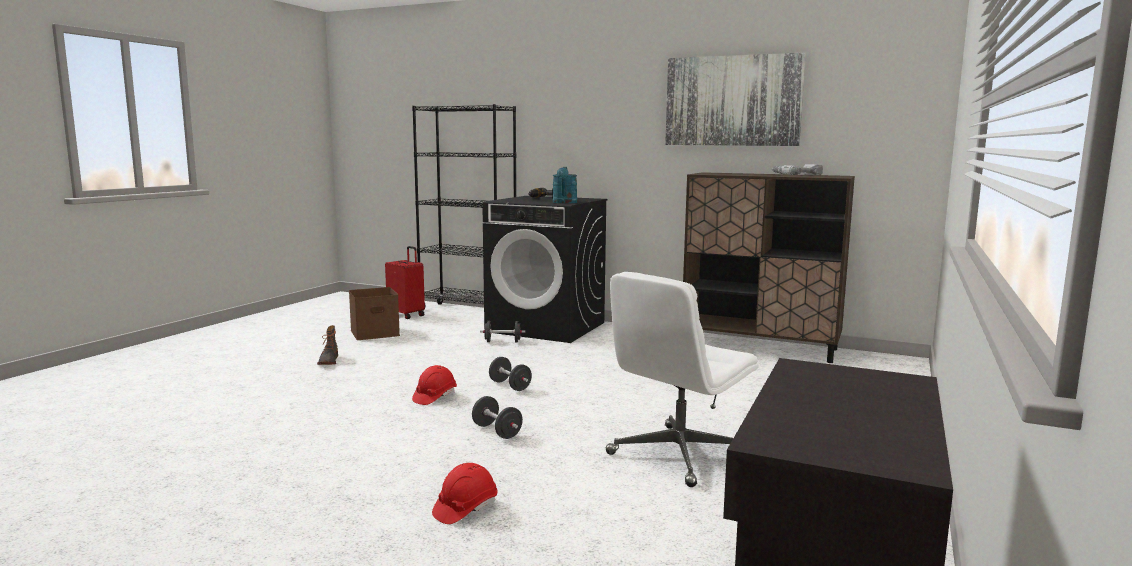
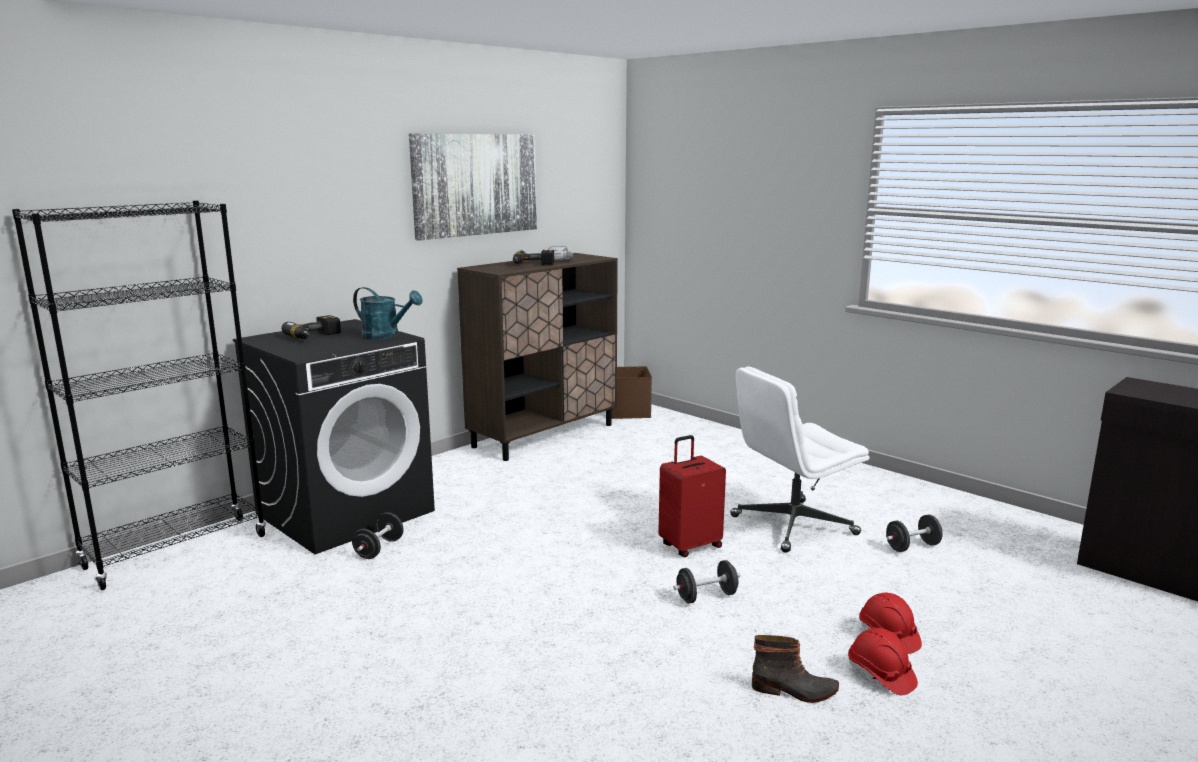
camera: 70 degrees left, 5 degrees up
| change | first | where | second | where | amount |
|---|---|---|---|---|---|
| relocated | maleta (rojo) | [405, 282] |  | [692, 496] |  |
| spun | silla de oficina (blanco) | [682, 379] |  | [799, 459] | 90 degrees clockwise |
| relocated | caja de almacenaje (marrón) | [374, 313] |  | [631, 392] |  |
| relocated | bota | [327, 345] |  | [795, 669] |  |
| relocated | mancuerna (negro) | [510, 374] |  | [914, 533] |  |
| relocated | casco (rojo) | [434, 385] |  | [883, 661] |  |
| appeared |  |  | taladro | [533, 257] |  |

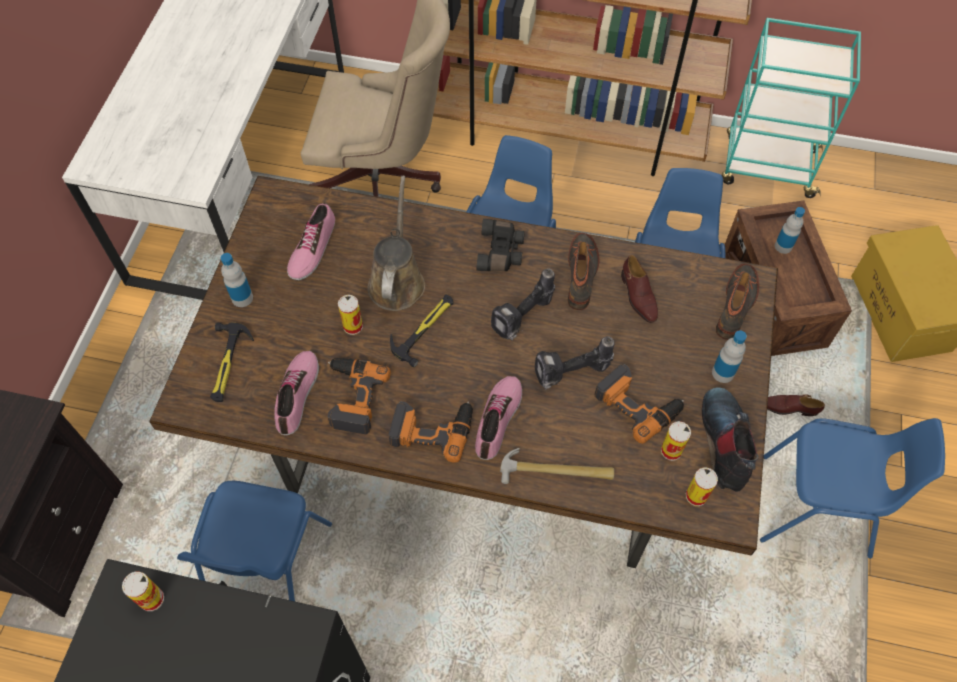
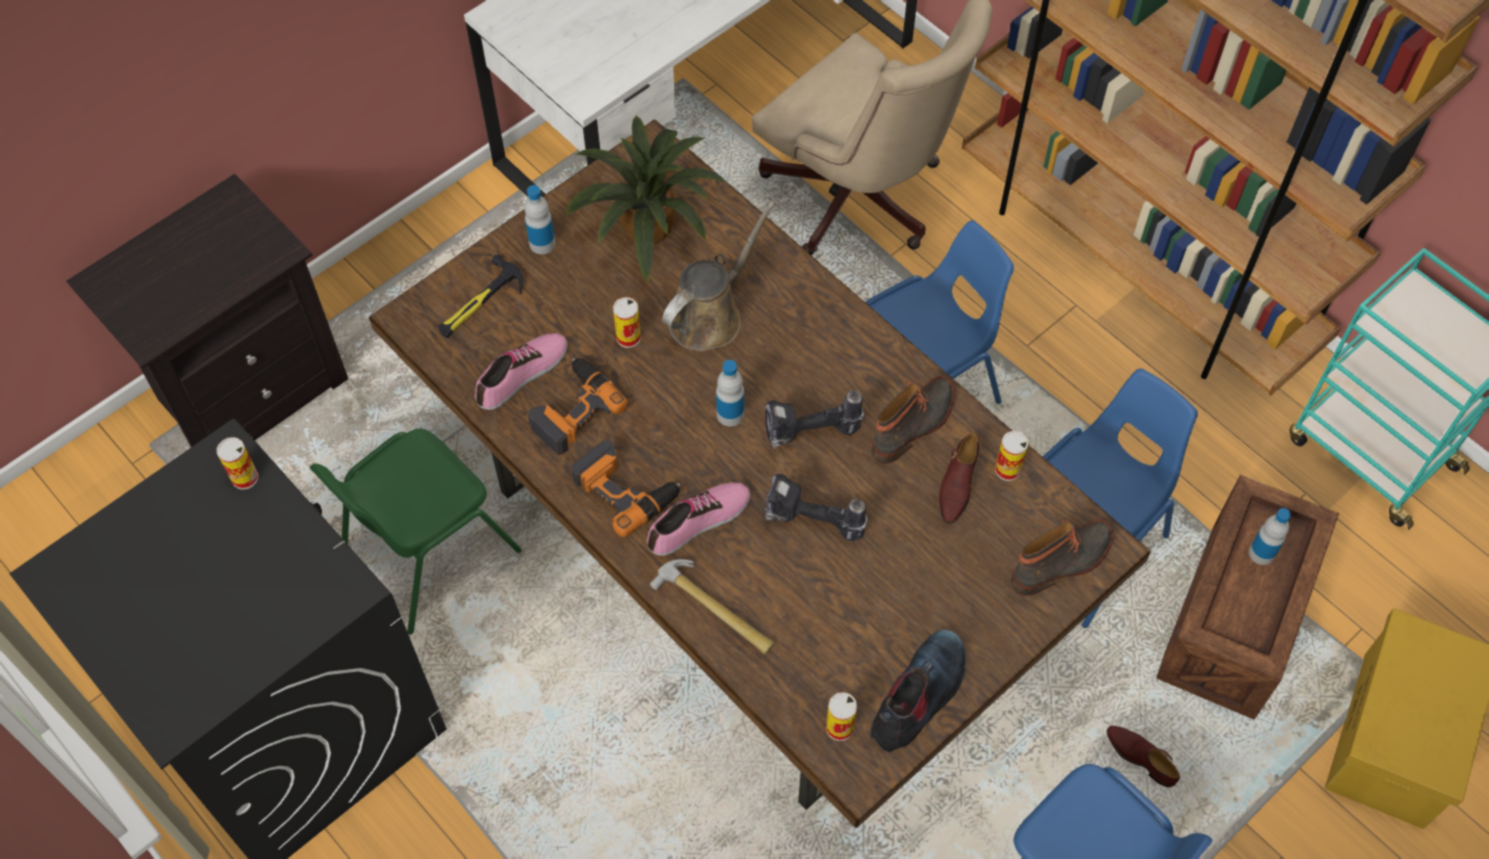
camera: 35 degrees right, 0 degrees up
| change | first | where | second | where | amount |
|---|---|---|---|---|---|
| exchanged | zapato | [311, 241] | planta en maceta | [646, 199] |  |
| missing | prismáticos (negro) | [501, 245] |  |  |  |
| missing | martillo | [422, 330] |  |  |  |
| relocated | botella | [729, 356] |  | [730, 393] |  |
| missing | taladro | [639, 404] |  |  |  |
| relocated | lata | [676, 441] |  | [1011, 456] |  |
| colour | silla (azul) | [254, 541] | silla (verde) | [416, 531] |  |

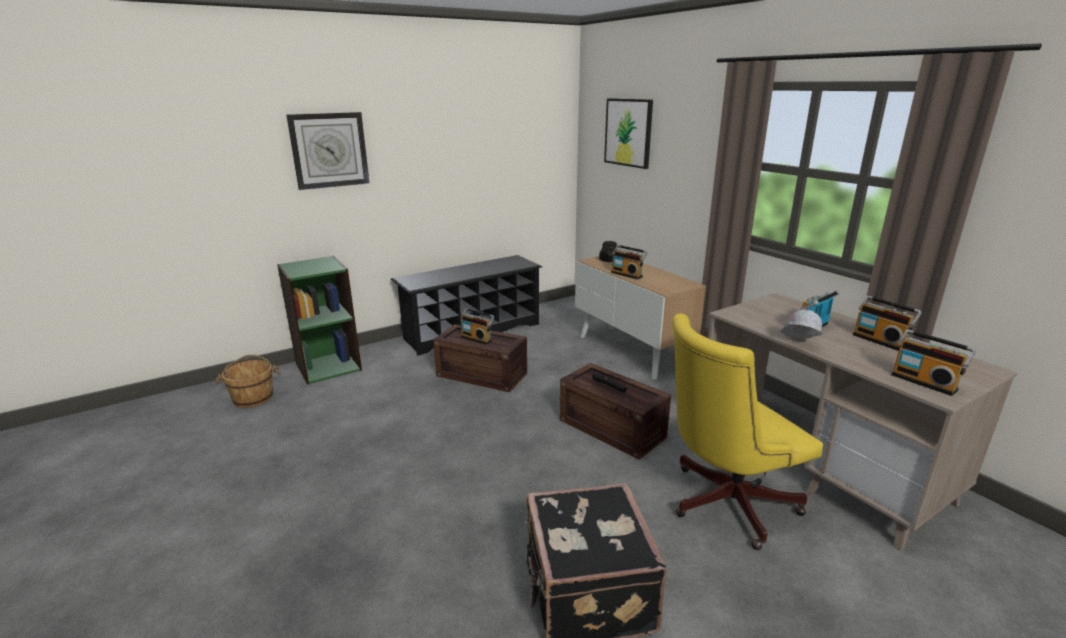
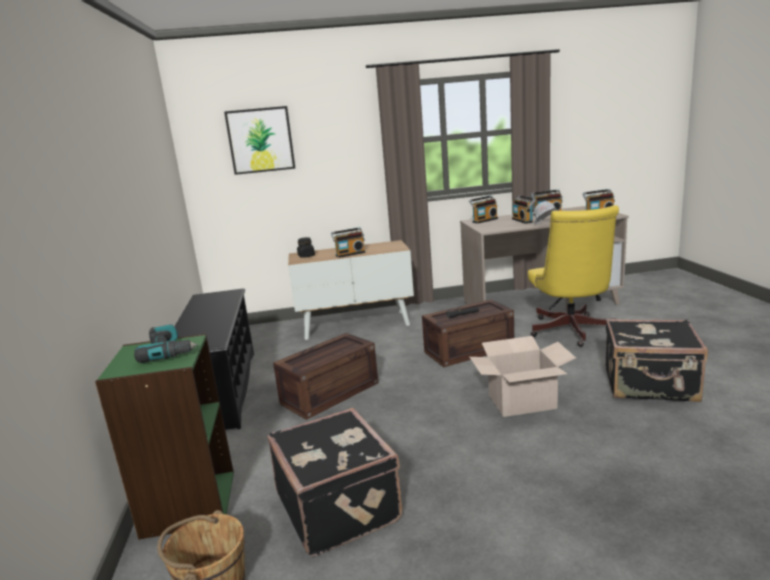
camera: 65 degrees left, 5 degrees down
| change | first | where | second | where | amount |
|---|---|---|---|---|---|
| missing | reloj de pared | [328, 151] |  |  |  |
| relocated | radio | [477, 326] |  | [483, 209] |  |
| appeared |  |  | taladro | [166, 344] |  |
| appeared |  |  | caja de cartón | [522, 376] |  |
| appeared |  |  | maleta (negro) | [335, 482] |  |

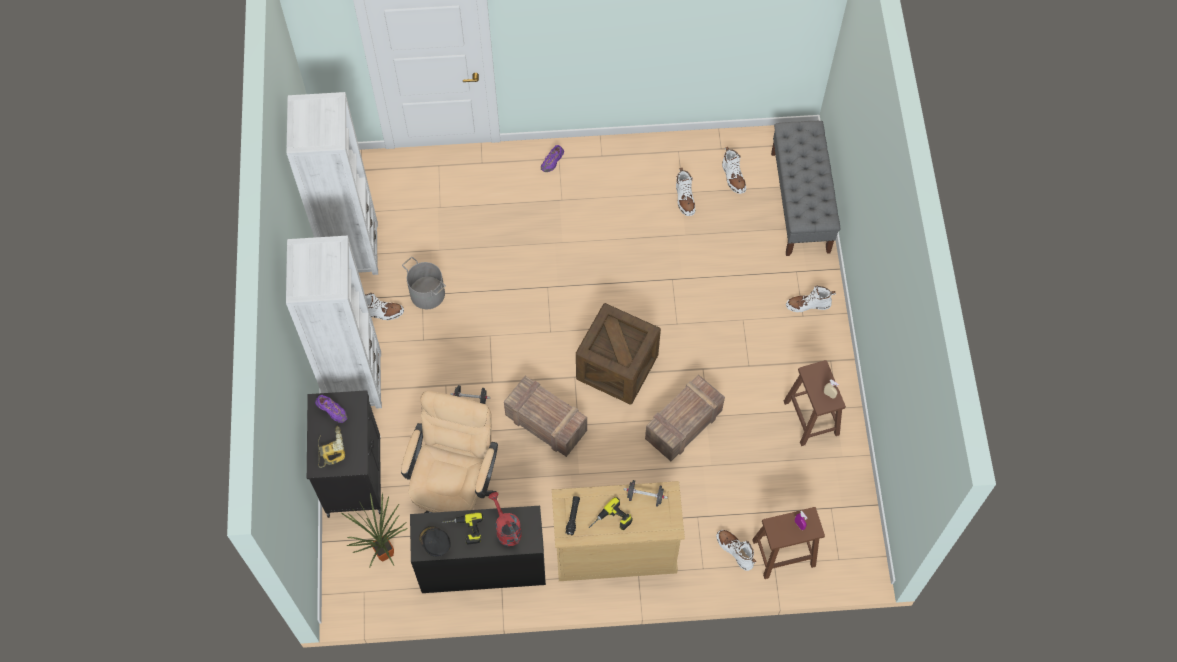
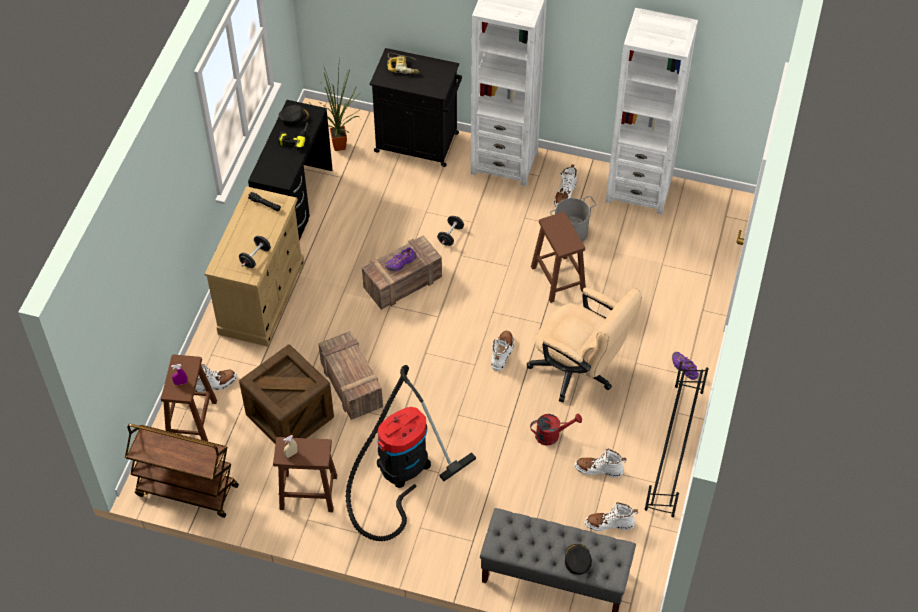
camera: 110 degrees right, 10 degrees down
| change | first | where | second | where | amount |
|---|---|---|---|---|---|
| relocated | bota (blanco) | [811, 298] |  | [502, 350] |  |
| relocated | caja de embalaje | [618, 354] |  | [286, 394] |  |
| relocated | silla de oficina (beis) | [449, 451] |  | [584, 345] |  |
| relocated | zapato (morado) | [331, 409] |  | [401, 259] |  |
| relocated | regadera (rojo) | [505, 519] |  | [556, 429] |  |
| missing | taladro | [611, 513] |  |  |  |
| appeared |  |  | taburete (marrón) | [558, 257] |  |
| appeared |  |  | zapatero (negro) | [677, 439] |  |
| appeared |  |  | aspiradora | [411, 453] |  |
| appeared |  |  | carrito (marrón) | [182, 471] |  |
| appeared |  |  | gorra (negro) | [578, 559] |  |

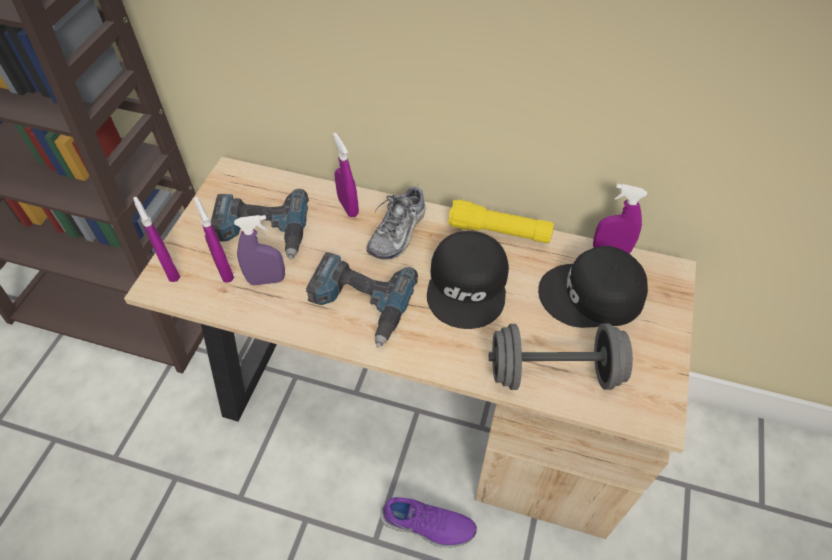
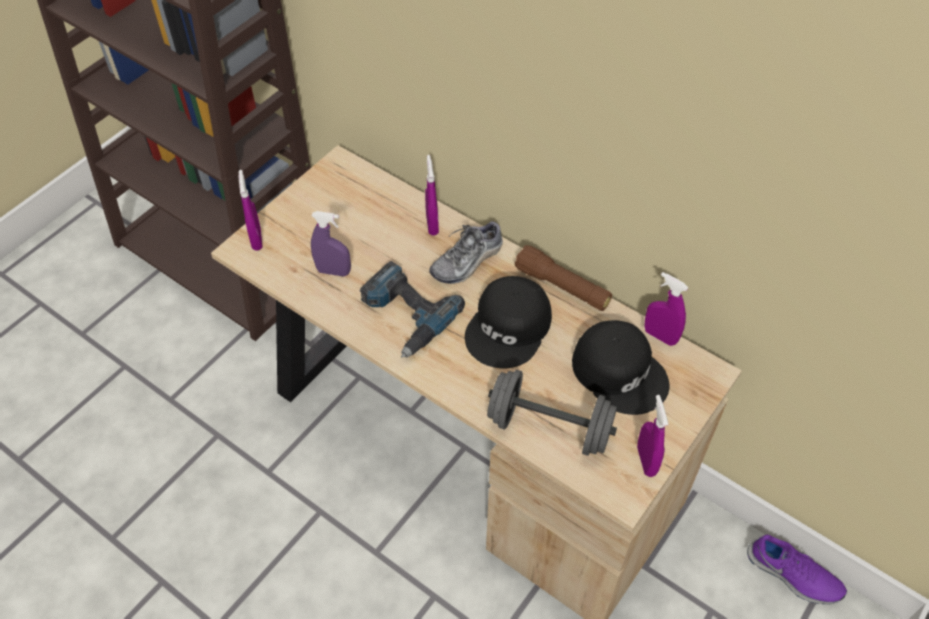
camera: 20 degrees right, 0 degrees up
| change | first | where | second | where | amount |
|---|---|---|---|---|---|
| missing | taladro | [260, 224] |  |  |  |
| relocated | pulverizador (morado) | [214, 240] |  | [652, 436] |  |
| colour | linterna (amarillo) | [501, 221] | linterna (marrón) | [563, 278] |  |
| spun | gorra (negro) | [593, 287] |  | [620, 367] | 150 degrees counterclockwise |
| relocated | zapato (morado) | [428, 522] |  | [797, 569] |  |

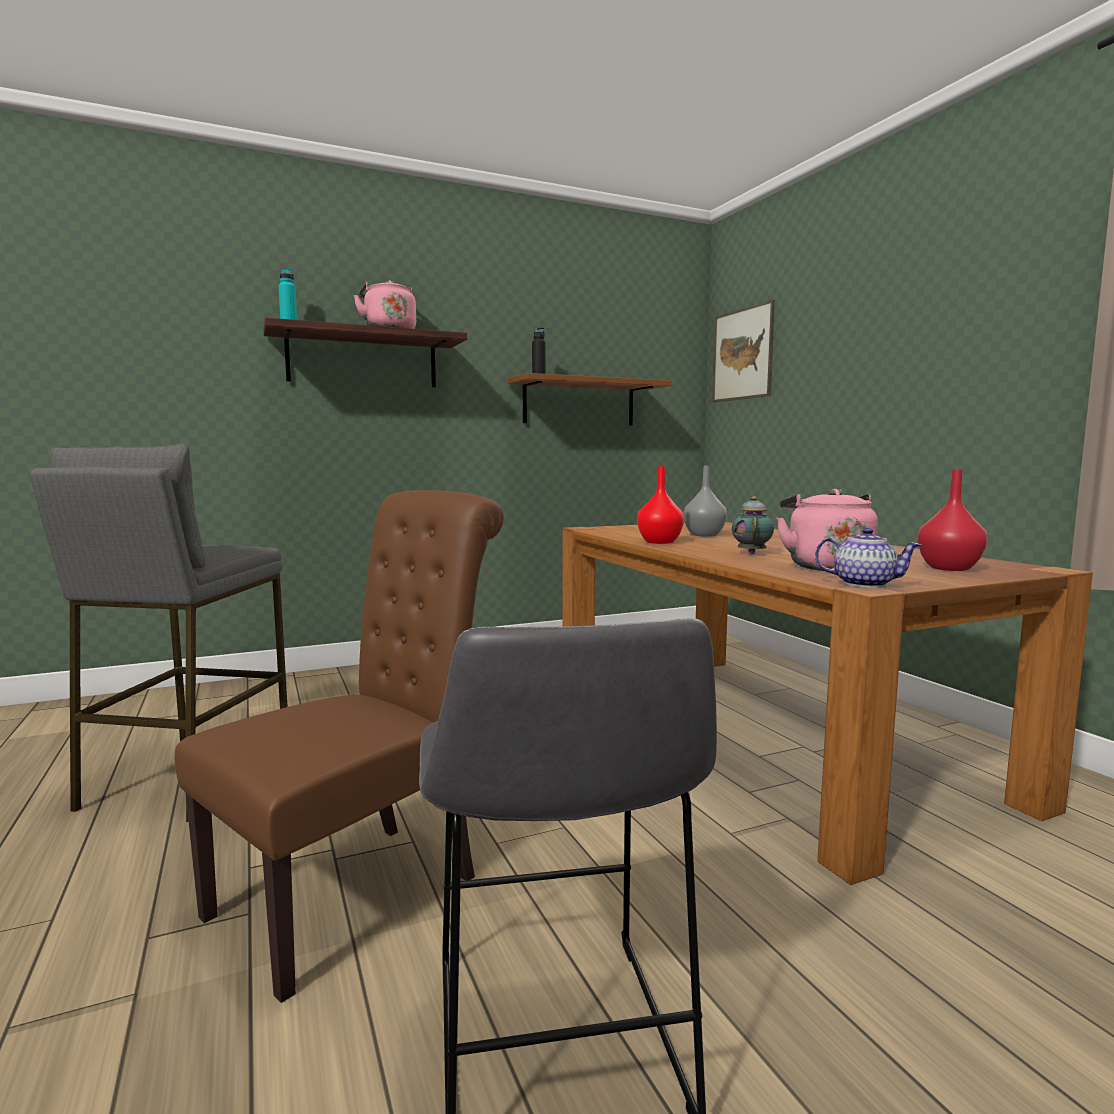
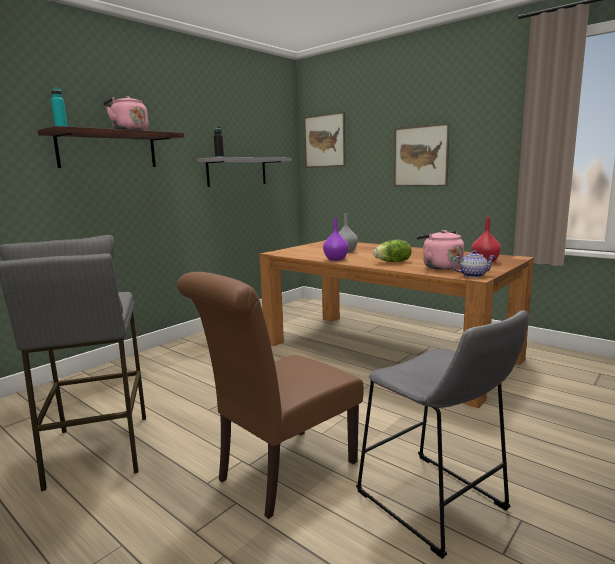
camera: 25 degrees left, 5 degrees up
| change | first | where | second | where | amount |
|---|---|---|---|---|---|
| colour | estante (marrón) | [589, 399] | estante (gris) | [244, 172] |  |
| colour | florero (rojo) | [660, 505] | florero (morado) | [336, 239] |  |
| spun | silla (marrón) | [339, 746] |  | [270, 395] | 150 degrees counterclockwise |
| exchanged | tetera | [753, 525] | lechuga | [392, 251] |  |
| appeared |  |  | cuadro | [422, 155] |  |

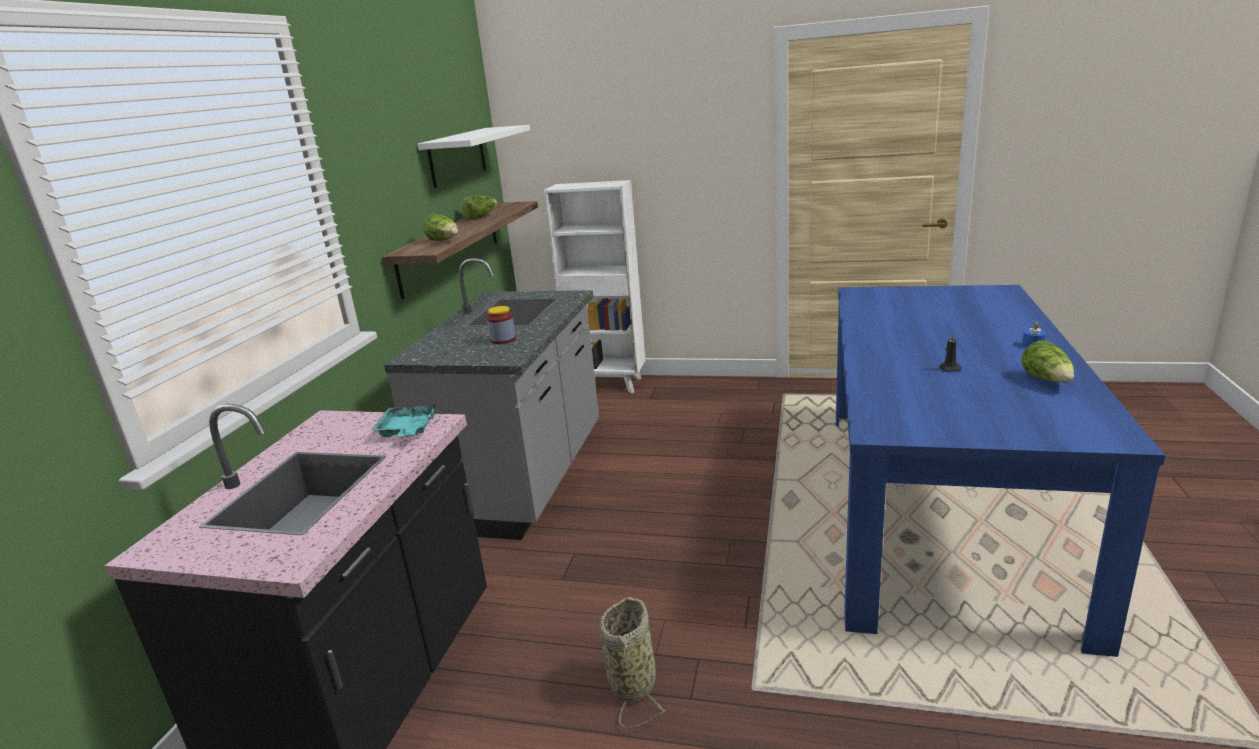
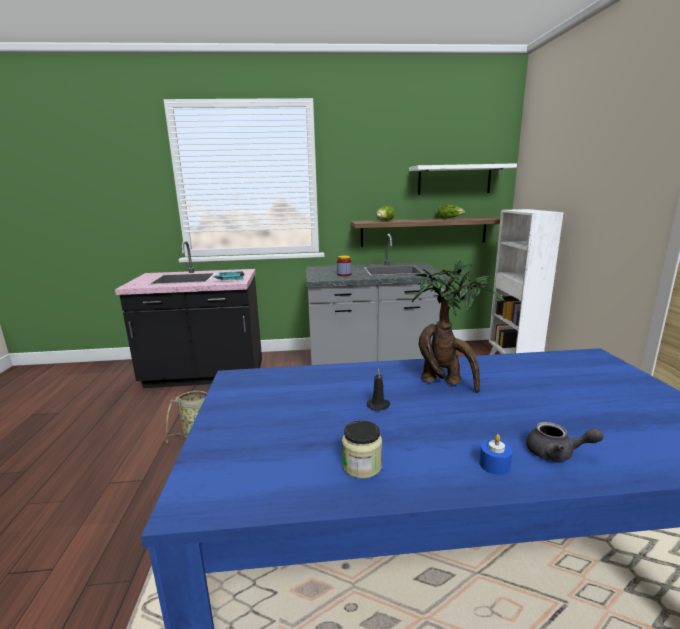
camera: 70 degrees right, 5 degrees down
| change | first | where | second | where | amount |
|---|---|---|---|---|---|
| exchanged | lechuga | [1047, 361] | tarro | [362, 449] |  |
| appeared |  |  | planta en maceta | [459, 324] |  |
| appeared |  |  | tetera (gris) | [565, 441] |  |

